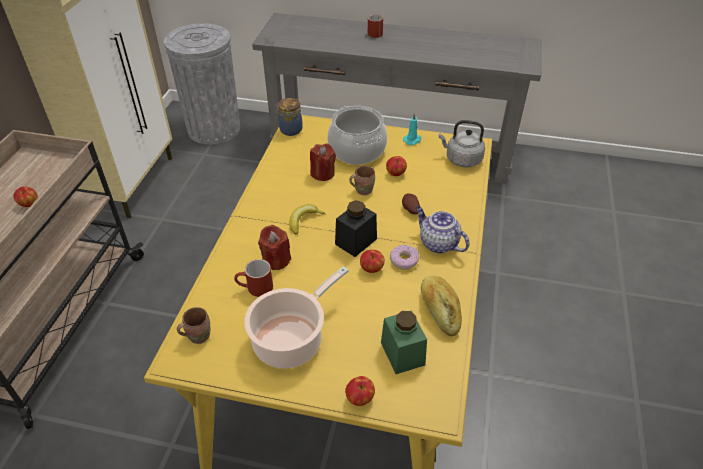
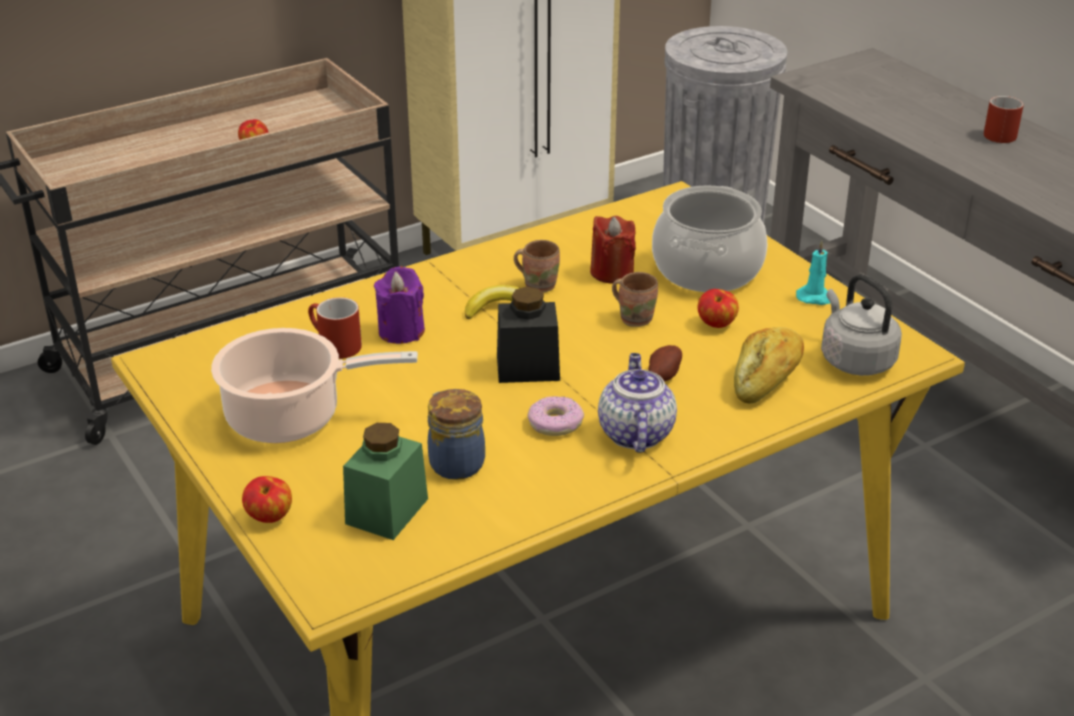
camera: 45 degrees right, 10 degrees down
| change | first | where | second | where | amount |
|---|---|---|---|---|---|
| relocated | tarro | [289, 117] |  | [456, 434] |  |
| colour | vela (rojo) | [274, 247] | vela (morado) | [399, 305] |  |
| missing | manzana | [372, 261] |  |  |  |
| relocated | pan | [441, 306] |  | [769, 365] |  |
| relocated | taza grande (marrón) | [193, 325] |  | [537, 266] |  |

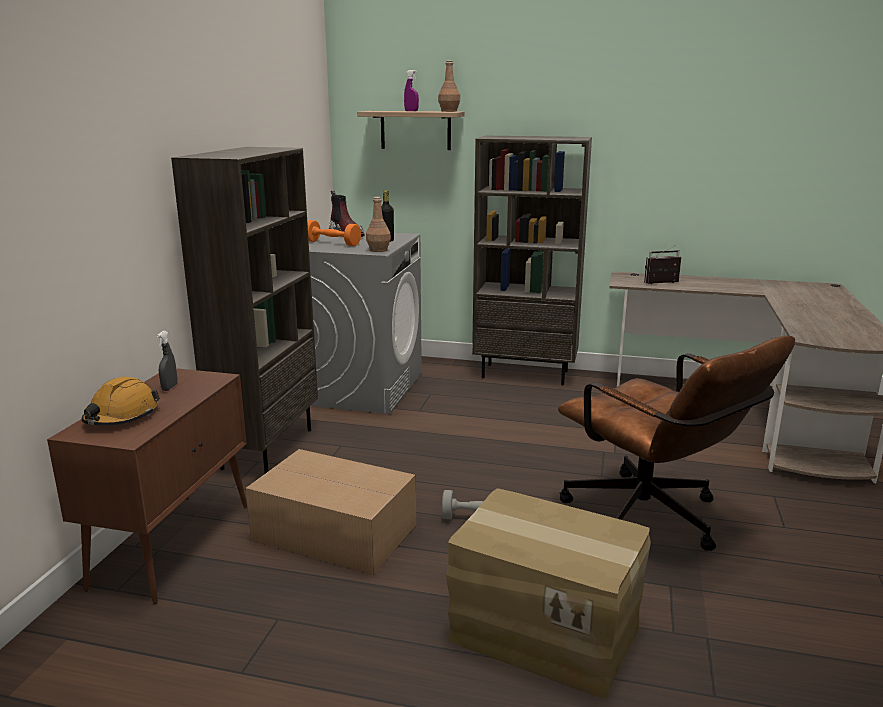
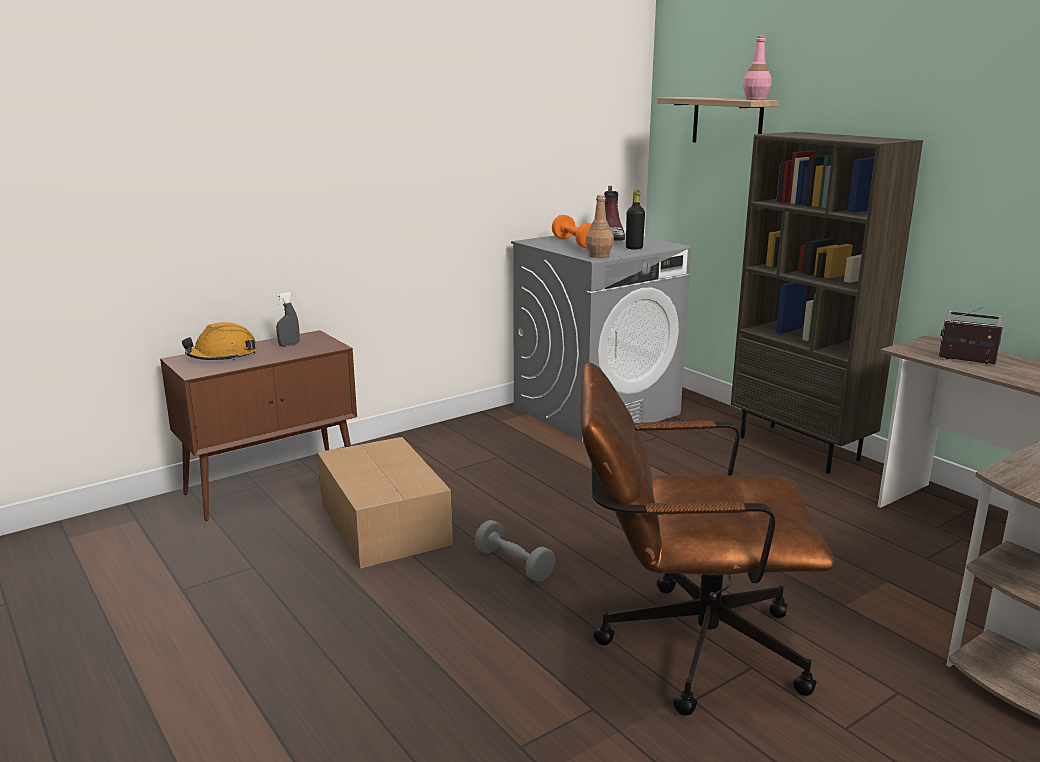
camera: 40 degrees right, 0 degrees up
| change | first | where | second | where | amount |
|---|---|---|---|---|---|
| colour | botella (marrón) | [449, 86] | botella (rosa) | [757, 68] |  |
| missing | pulverizador (morado) | [411, 90] |  |  |  |
| missing | estantería (marrón) | [244, 310] |  |  |  |
| spun | silla de oficina (marrón) | [676, 443] |  | [708, 539] | 90 degrees clockwise |
| missing | caja de cartón | [548, 594] |  |  |  |

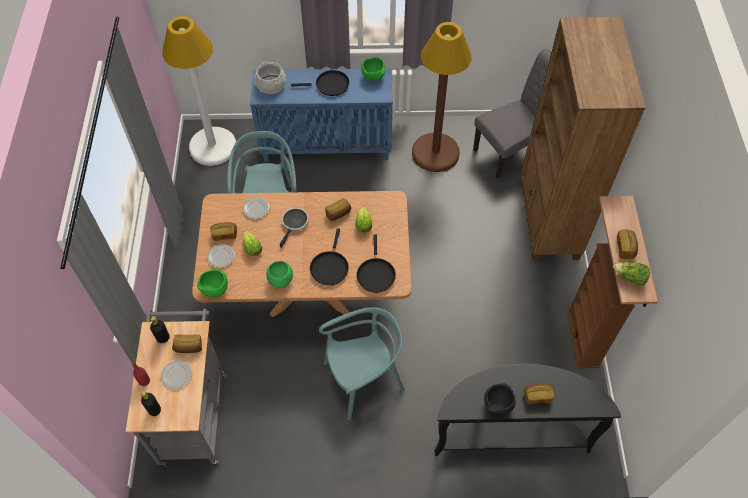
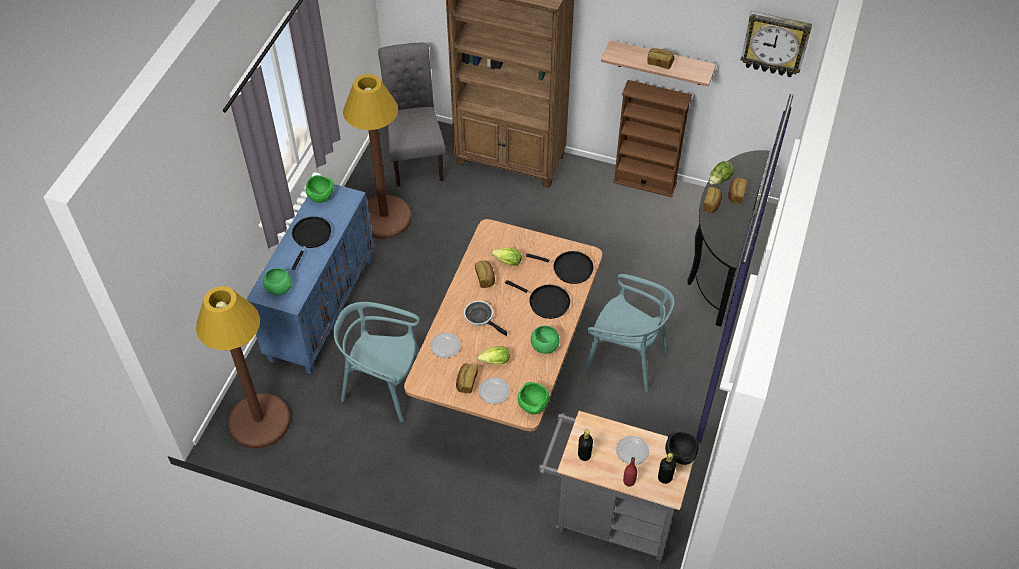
camera: 70 degrees left, 5 degrees down
| change | first | where | second | where | amount |
|---|---|---|---|---|---|
| colour | lámpara de pie (blanco) | [199, 91] | lámpara de pie (marrón) | [243, 367] |  |
| exchanged | olla | [270, 77] | cuenco (verde) | [277, 281] |  |
| relocated | lechuga | [631, 274] |  | [721, 173] |  |
| spun | silla (turquesa) | [362, 363] |  | [629, 333] | 120 degrees clockwise |
| relocated | pan | [187, 343] |  | [712, 200] |  |
| relocated | cuenco (negro) | [499, 399] |  | [682, 448] |  |
| appeared |  |  | reloj de pared | [776, 44] |  |

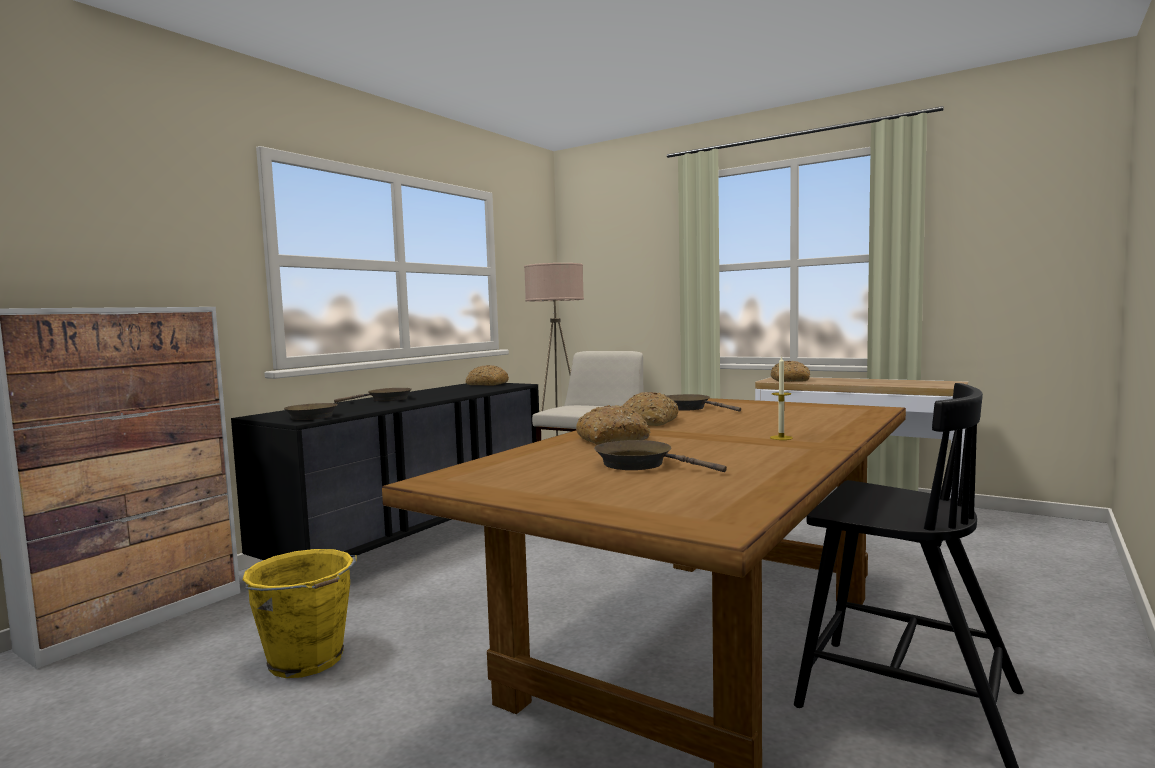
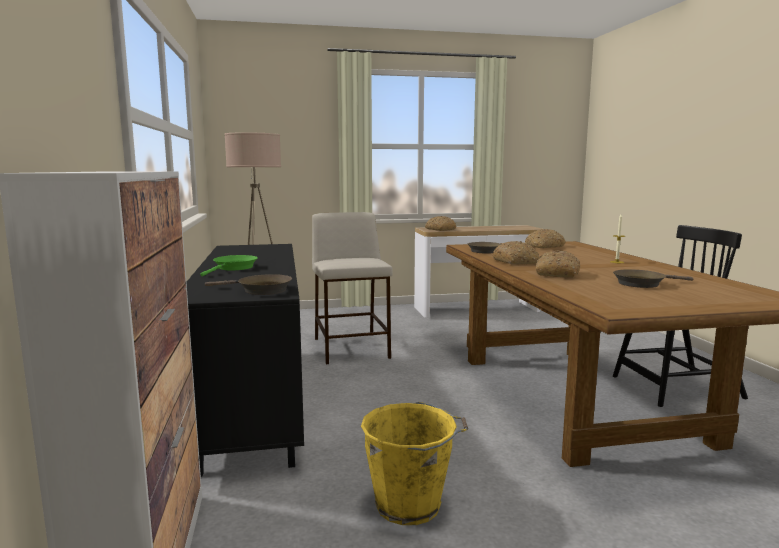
camera: 45 degrees left, 5 degrees up
| change | first | where | second | where | amount |
|---|---|---|---|---|---|
| relocated | pan | [487, 375] |  | [545, 238] |  |
| colour | sartén (marrón) | [373, 395] | sartén (verde) | [229, 265] |  |

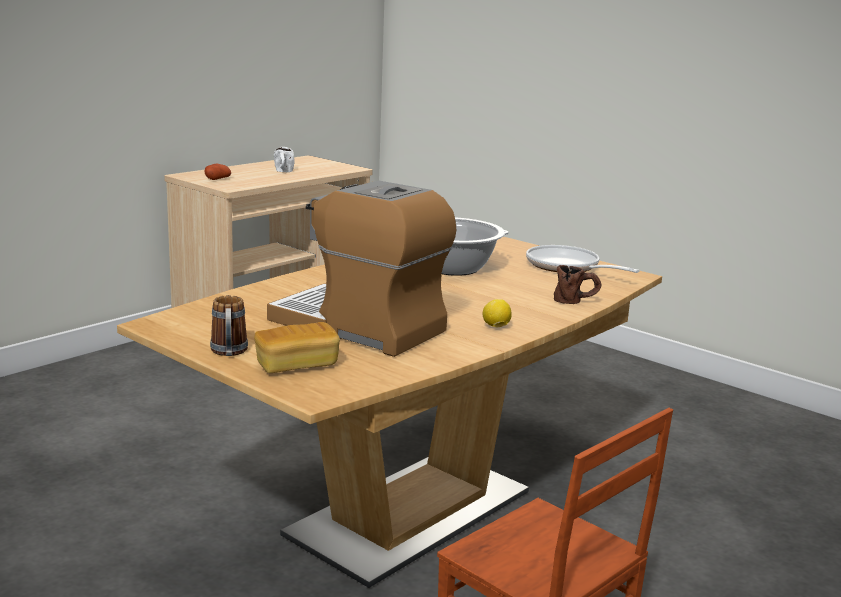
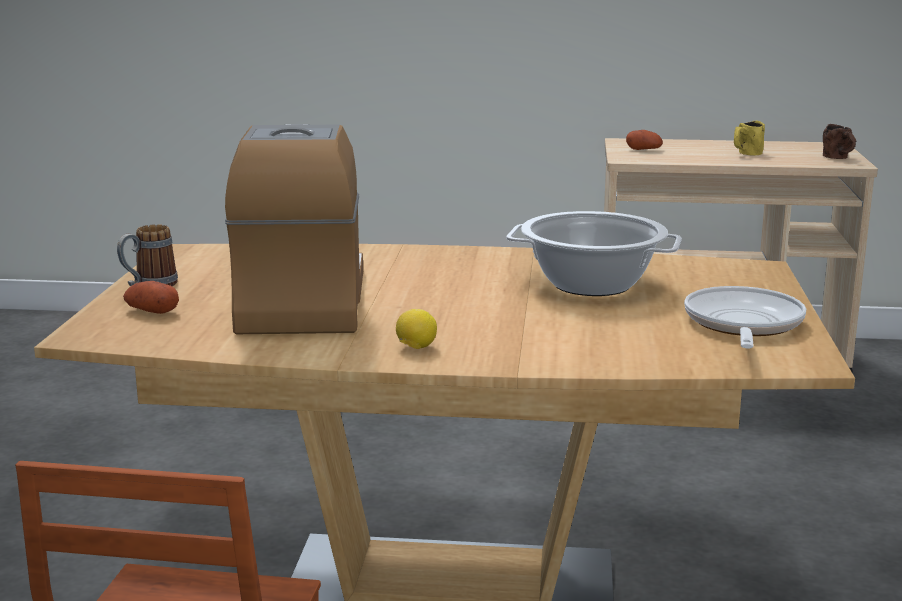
camera: 55 degrees right, 0 degrees up
| change | first | where | second | where | amount |
|---|---|---|---|---|---|
| colour | taza grande (blanco) | [284, 159] | taza grande (amarillo) | [749, 138] |  |
| relocated | taza grande (marrón) | [578, 284] |  | [839, 141] |  |
| exchanged | pan | [297, 347] | patata | [151, 297] |  |

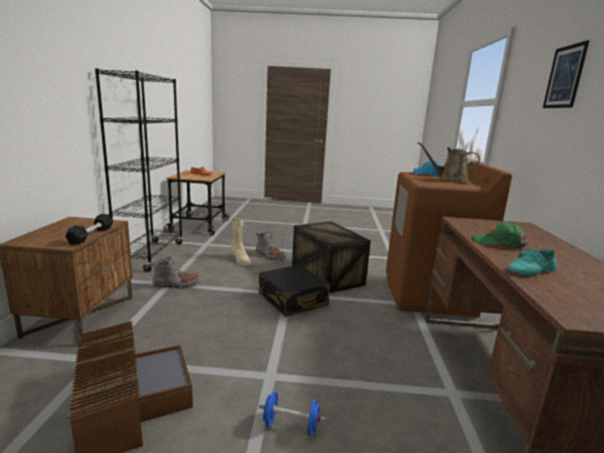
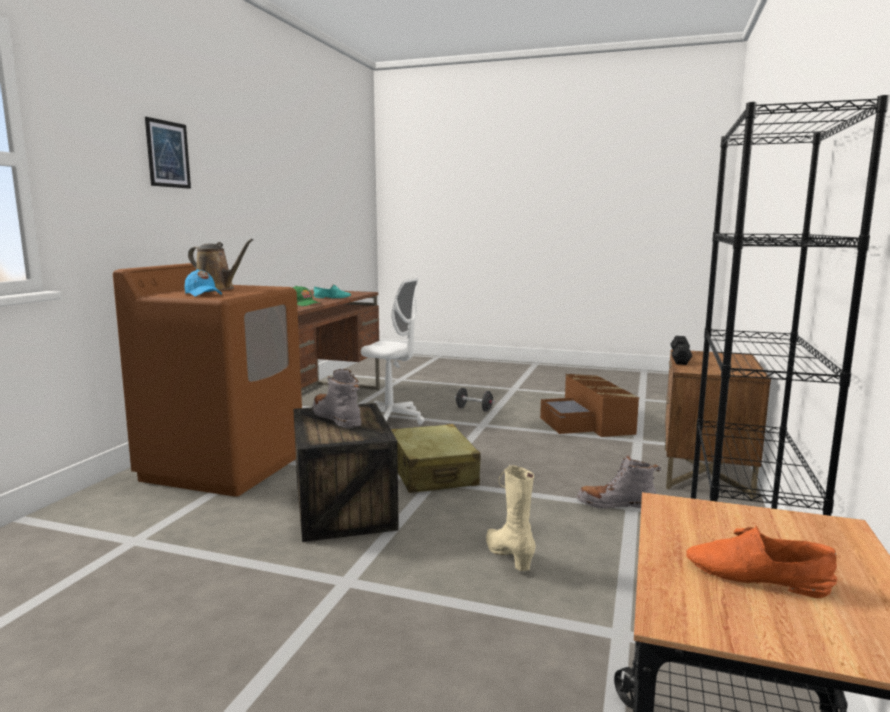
camera: 165 degrees left, 5 degrees down
| change | first | where | second | where | amount |
|---|---|---|---|---|---|
| relocated | bota (gris) | [270, 245] |  | [336, 398] |  |
| colour | maleta (negro) | [294, 290] | maleta (beis) | [436, 458] |  |
| colour | mancuerna (azul) | [292, 413] | mancuerna (negro) | [474, 400] |  |
| appeared |  |  | silla de oficina (blanco) | [392, 351] |  |

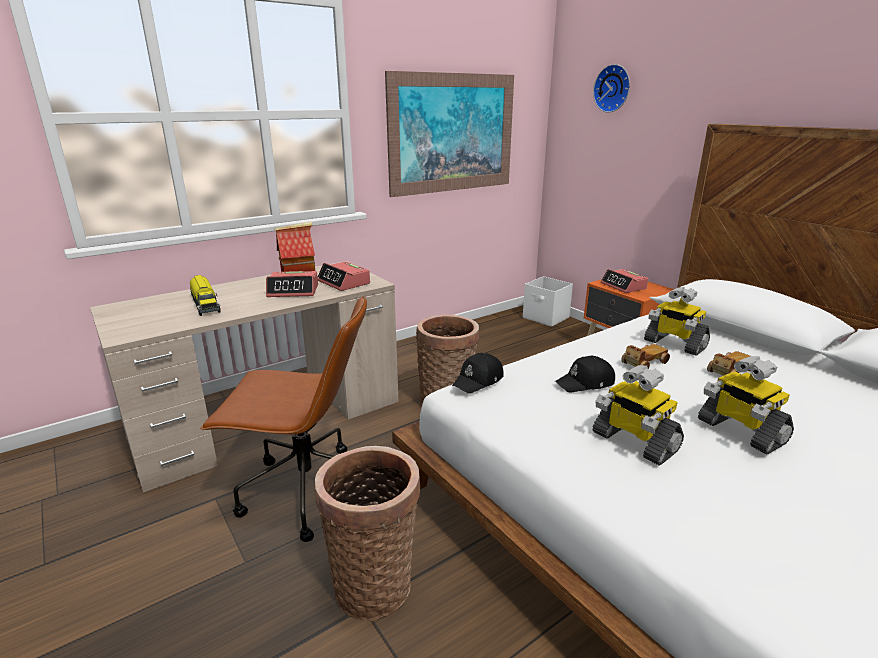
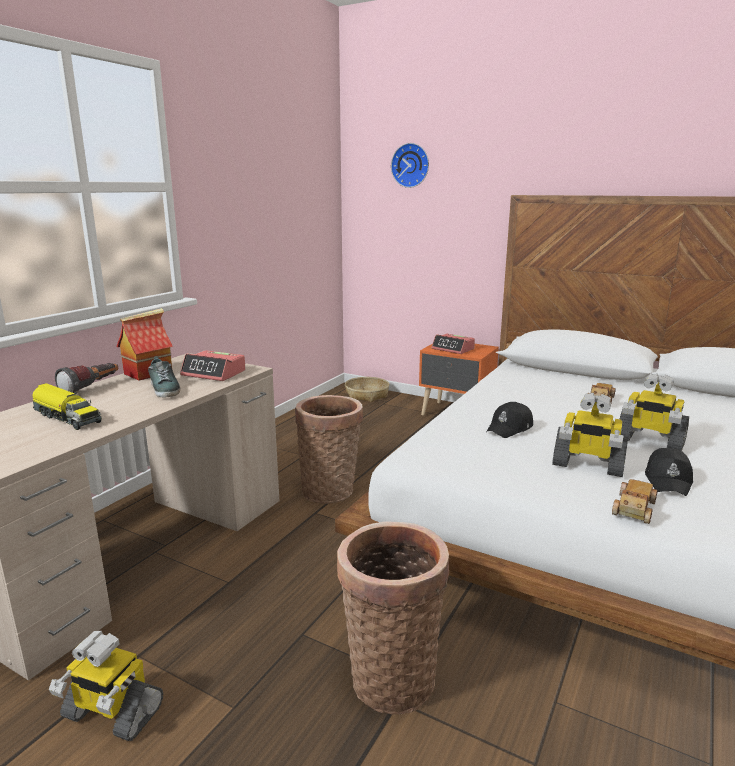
camera: 25 degrees left, 5 degrees down
| change | first | where | second | where | amount |
|---|---|---|---|---|---|
| missing | cuadro | [449, 134] |  |  |  |
| exchanged | despertador | [292, 284] | zapato | [164, 376] |  |
| exchanged | caja de almacenaje (blanco) | [548, 301] | cesta | [367, 389] |  |
| relocated | robot de juguete | [677, 321] |  | [106, 686] |  |
| missing | silla de oficina (marrón) | [283, 419] |  |  |  |
| relocated | coche de juguete | [645, 356] |  | [635, 501] |  |
| relocated | gorra (negro) | [477, 373] |  | [669, 472] |  |
| appeared |  |  | linterna | [86, 378] |  |

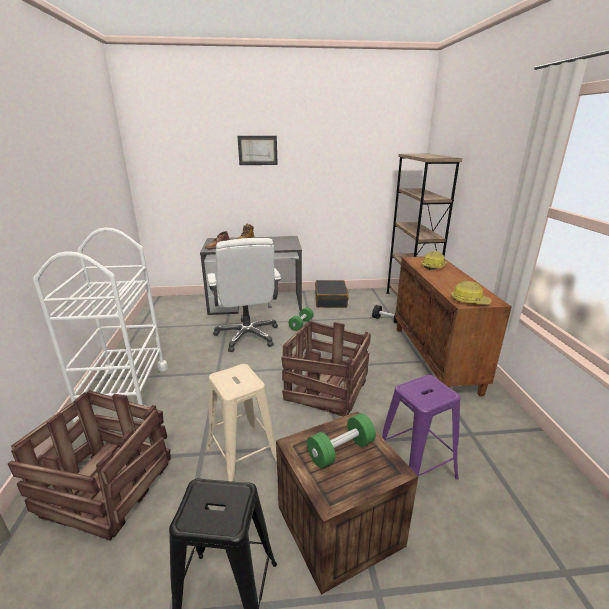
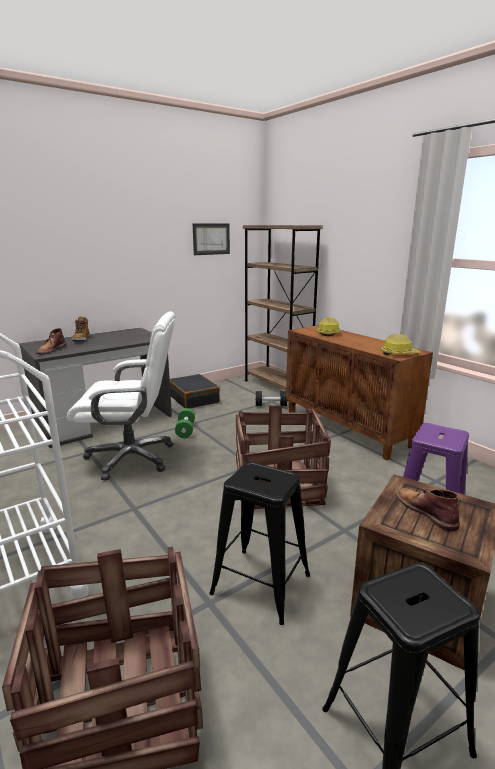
camera: 30 degrees left, 5 degrees down
| change | first | where | second | where | amount |
|---|---|---|---|---|---|
| relocated | cuadro | [258, 150] |  | [211, 239] |  |
| spun | silla de oficina (blanco) | [244, 295] |  | [121, 396] | 45 degrees counterclockwise |
| colour | taburete (beis) | [242, 423] | taburete (negro) | [259, 543] |  |
| exchanged | mancuerna (verde) | [341, 440] | bota (marrón) | [428, 510] |  |

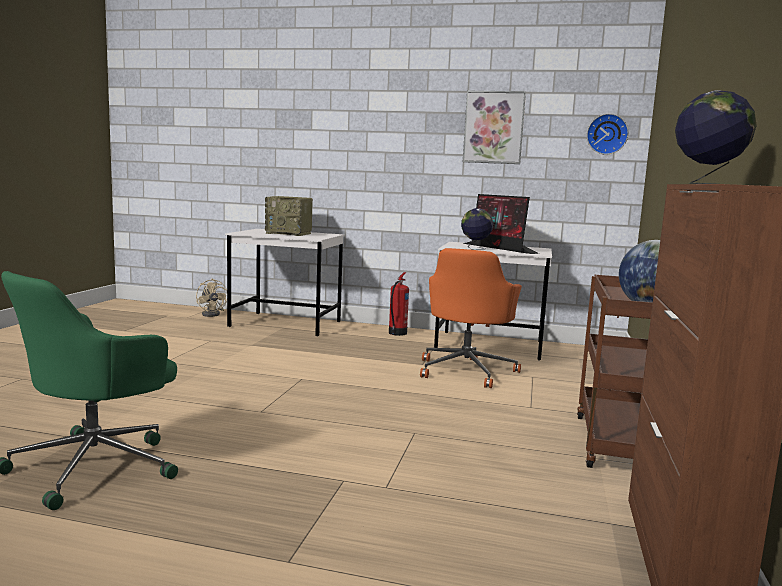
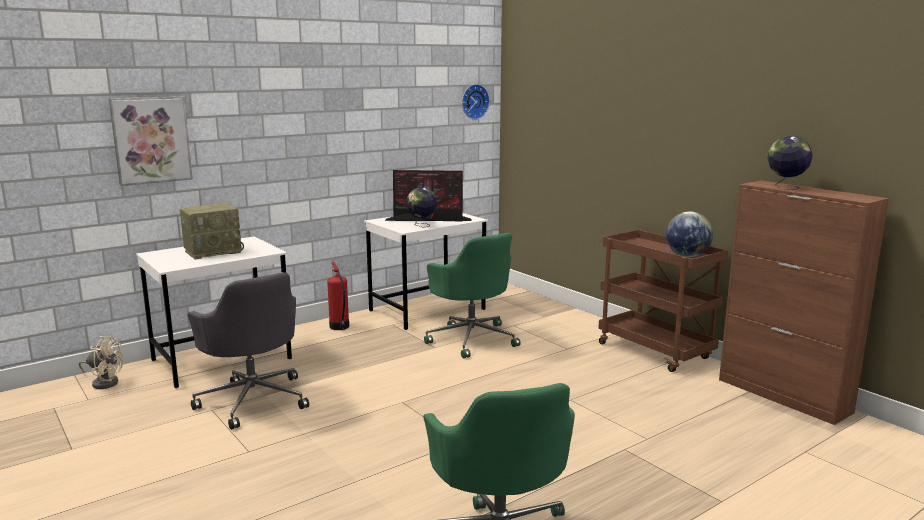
camera: 50 degrees left, 5 degrees up
| change | first | where | second | where | amount |
|---|---|---|---|---|---|
| relocated | cuadro | [494, 127] |  | [151, 141] |  |
| colour | silla de oficina (naranja) | [471, 318] | silla de oficina (verde) | [472, 295] |  |
| appeared |  |  | silla de oficina (gris) | [248, 351] |  |

